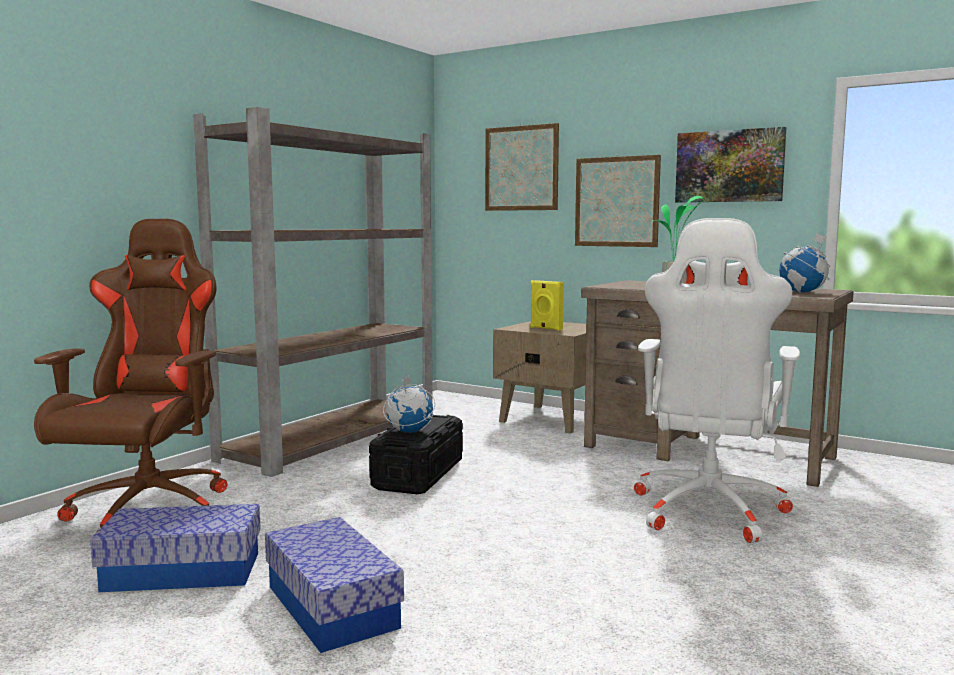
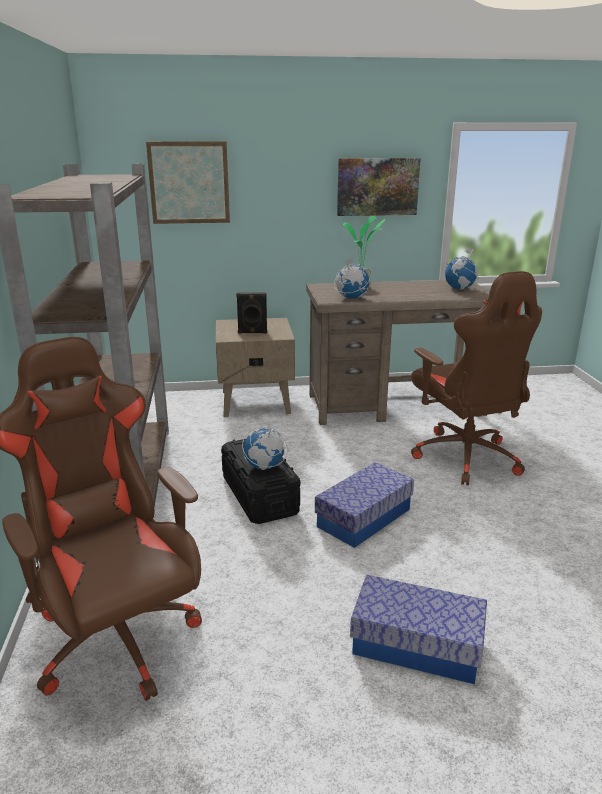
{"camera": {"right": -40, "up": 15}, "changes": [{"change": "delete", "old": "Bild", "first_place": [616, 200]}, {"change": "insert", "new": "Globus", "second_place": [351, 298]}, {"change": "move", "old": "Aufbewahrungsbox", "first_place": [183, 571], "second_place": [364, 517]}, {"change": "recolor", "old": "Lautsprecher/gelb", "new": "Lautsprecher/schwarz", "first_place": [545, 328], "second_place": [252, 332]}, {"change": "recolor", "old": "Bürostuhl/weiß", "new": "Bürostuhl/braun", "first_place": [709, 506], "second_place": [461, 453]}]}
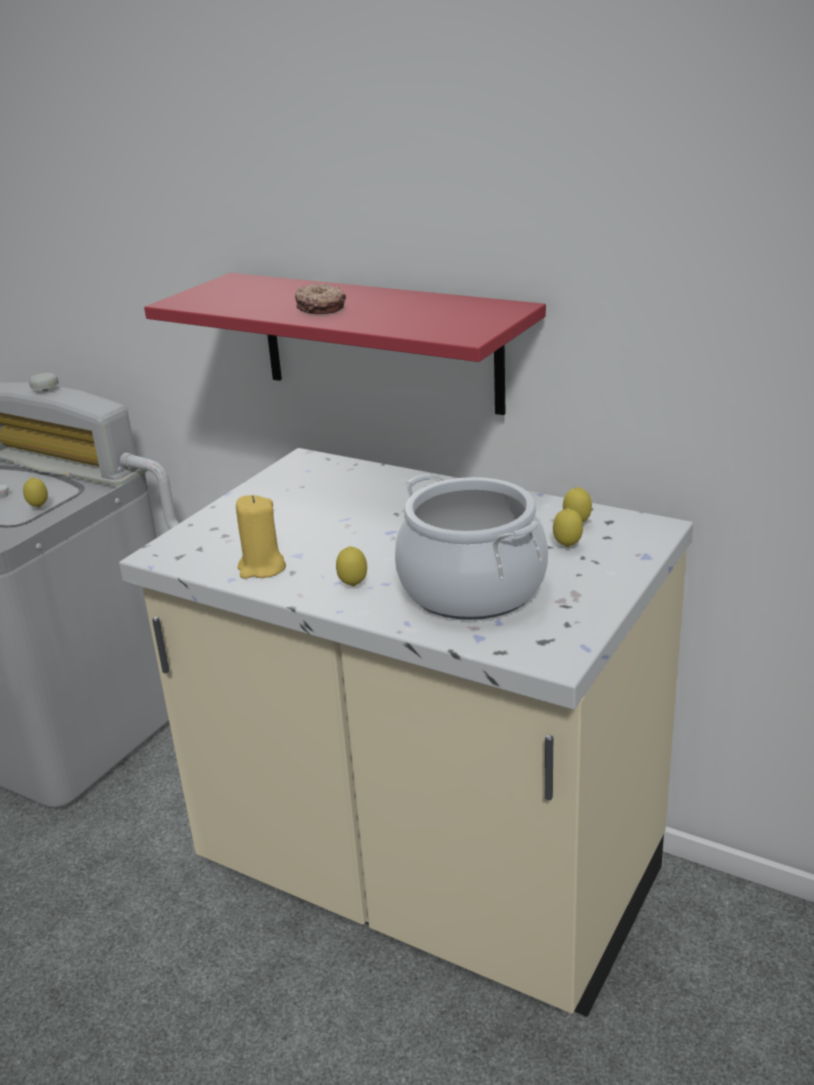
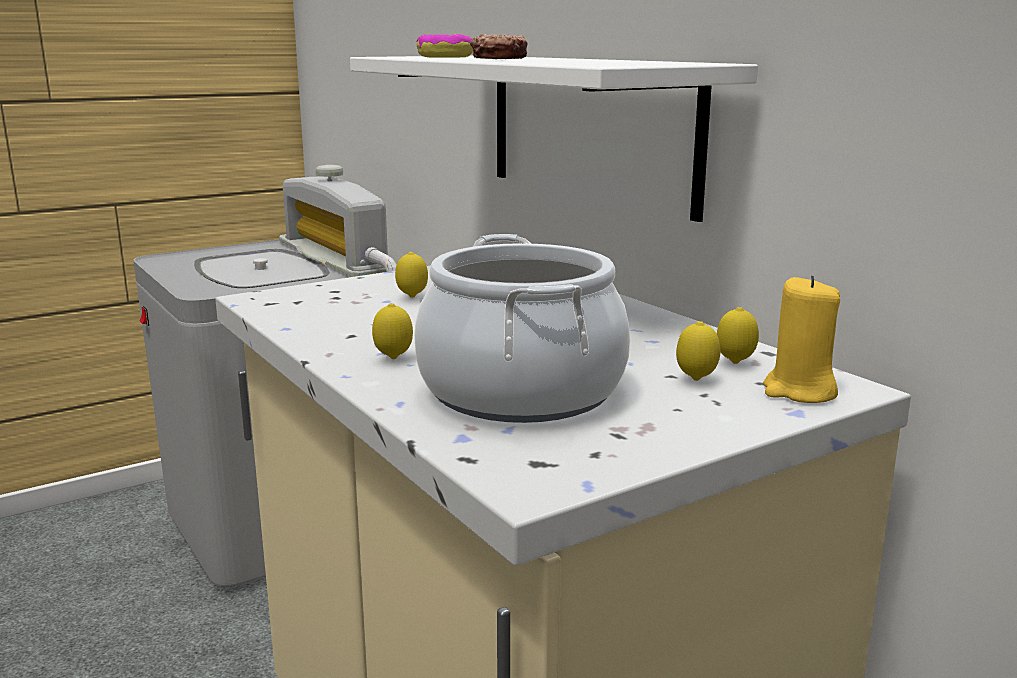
{"camera": {"right": 25, "up": -10}, "changes": [{"change": "insert", "new": "Donut", "second_place": [445, 57]}, {"change": "move", "old": "Zitrone", "first_place": [39, 507], "second_place": [412, 297]}, {"change": "move", "old": "Kerze/gelb", "first_place": [261, 568], "second_place": [799, 391]}, {"change": "recolor", "old": "Wandregal/rot", "new": "Wandregal/weiß", "first_place": [379, 342], "second_place": [589, 129]}]}
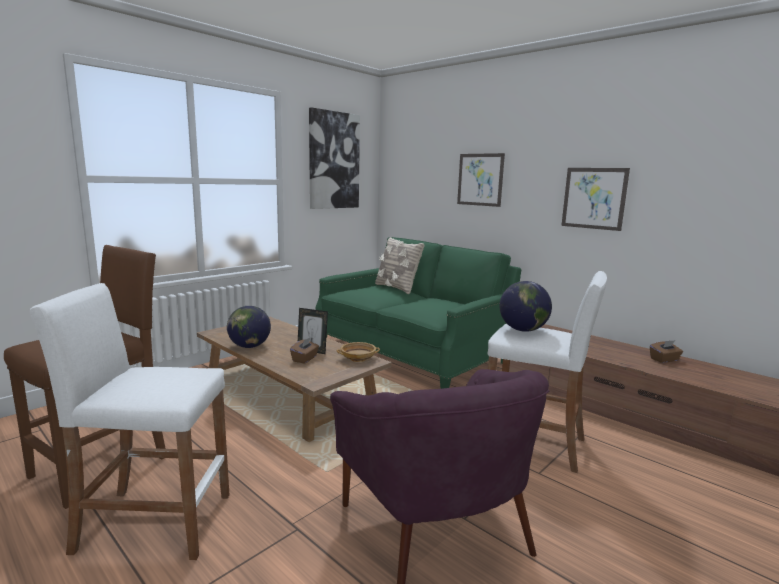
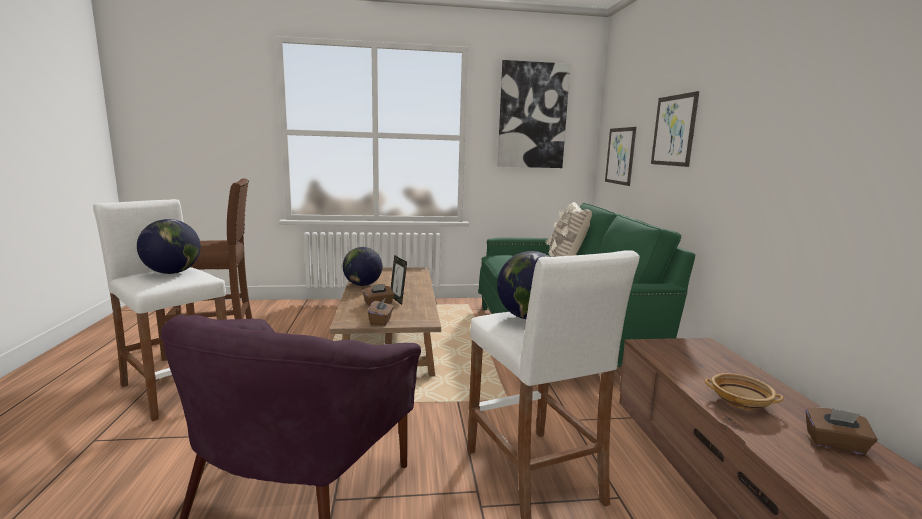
{"camera": {"right": 40, "up": 0}, "changes": [{"change": "insert", "new": "Globus", "second_place": [172, 273]}, {"change": "insert", "new": "Taschentuchbox/braun", "second_place": [381, 321]}, {"change": "move", "old": "Schüssel/beige", "first_place": [358, 358], "second_place": [740, 402]}, {"change": "move", "old": "Bild", "first_place": [594, 198], "second_place": [620, 156]}]}
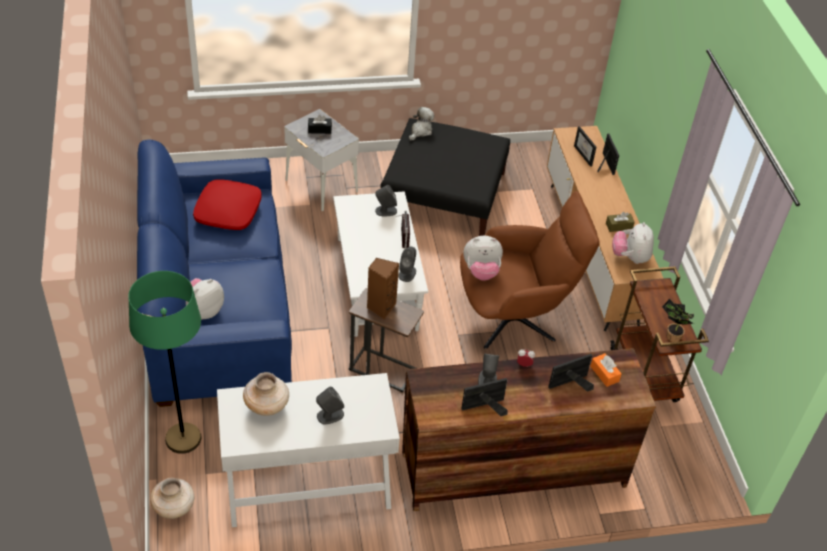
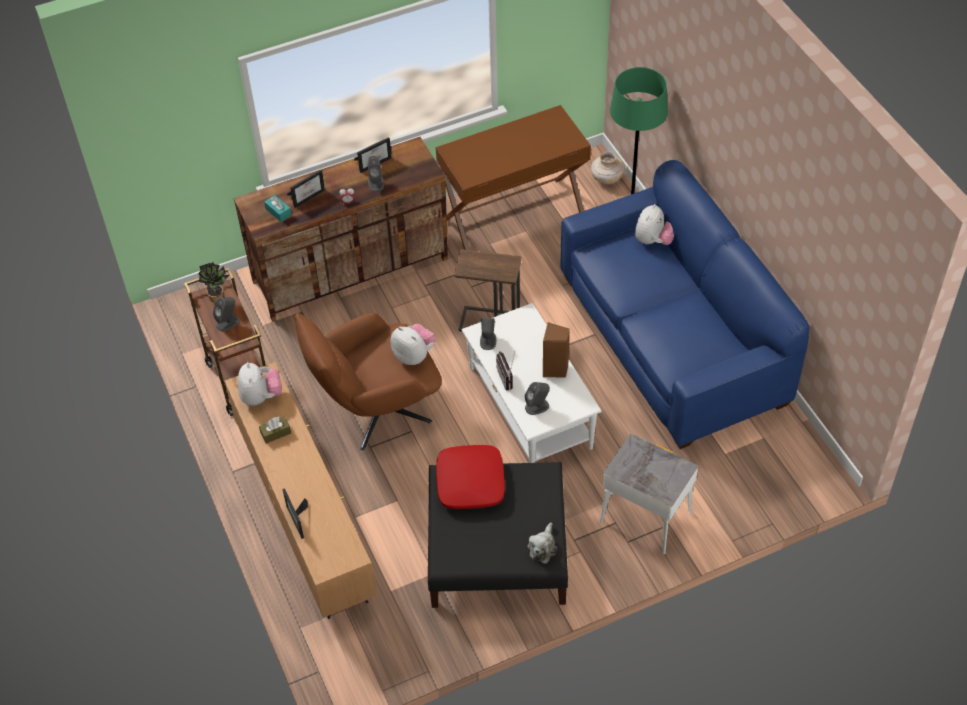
{"camera": {"right": 170, "up": 5}, "changes": [{"change": "delete", "old": "Vase/beige", "first_place": [267, 406]}, {"change": "delete", "old": "Taschentuchbox/schwarz", "first_place": [319, 129]}, {"change": "delete", "old": "Bilderrahmen", "first_place": [586, 155]}, {"change": "move", "old": "Kissen/rot", "first_place": [228, 211], "second_place": [471, 483]}, {"change": "move", "old": "Lautsprecher/grau", "first_place": [330, 415], "second_place": [228, 322]}, {"change": "move", "old": "Lautsprecher/braun", "first_place": [380, 307], "second_place": [555, 370]}, {"change": "recolor", "old": "Konsolentisch/weiß", "new": "Konsolentisch/braun", "first_place": [308, 485], "second_place": [513, 217]}, {"change": "recolor", "old": "Taschentuchbox/orange", "new": "Taschentuchbox/türkis", "first_place": [604, 373], "second_place": [278, 212]}, {"change": "rotate", "old": "Plüschtier", "first_place": [481, 271], "second_place": [414, 355], "degrees": 60}]}
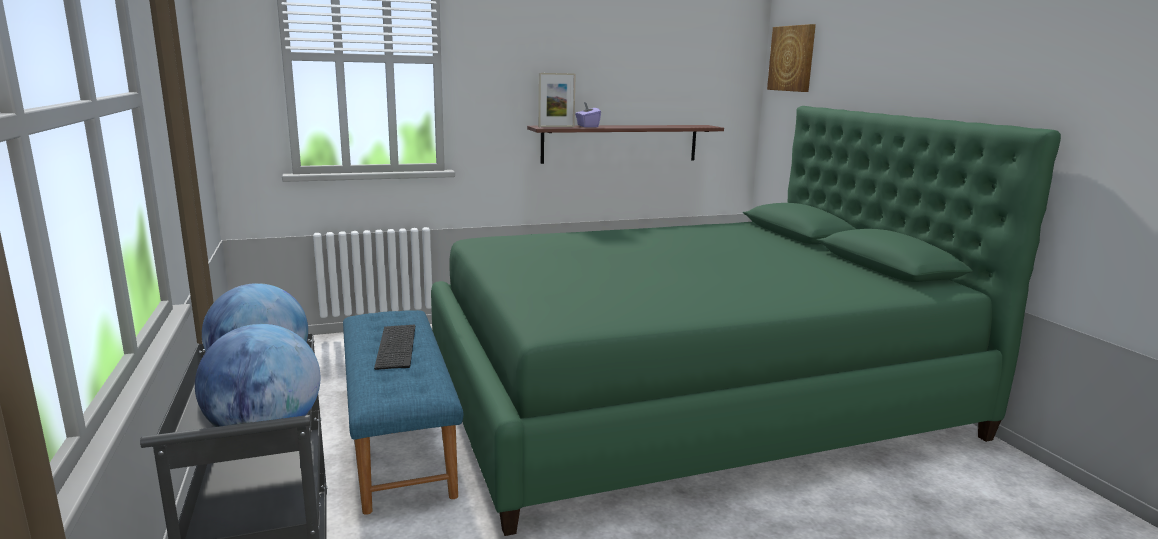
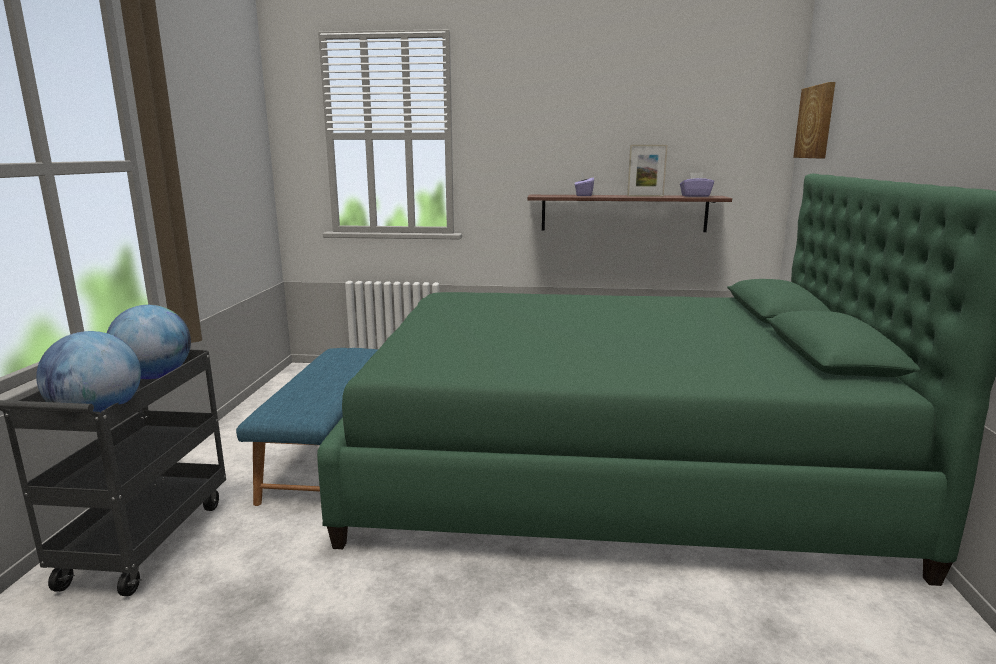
{"camera": {"right": 25, "up": 0}, "changes": [{"change": "delete", "old": "Tastatur", "first_place": [398, 347]}, {"change": "insert", "new": "Taschentuchbox/lila", "second_place": [695, 196]}, {"change": "move", "old": "Bilderrahmen", "first_place": [556, 126], "second_place": [645, 196]}]}
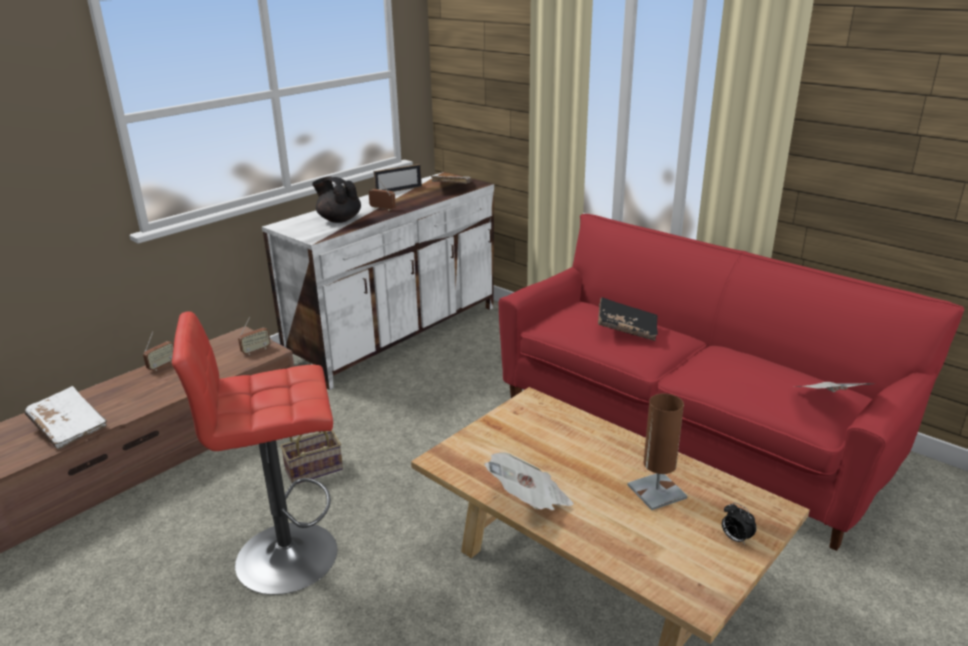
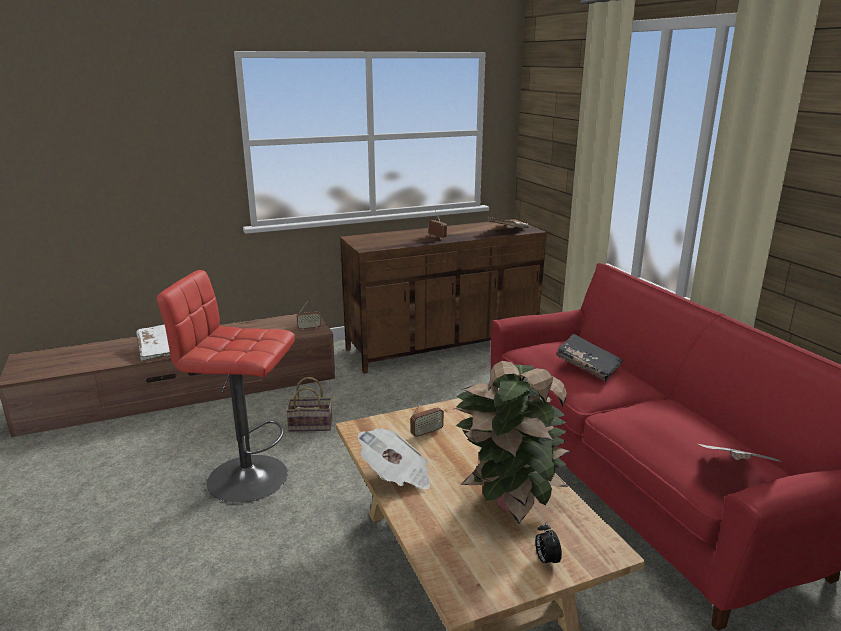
{"camera": {"right": 25, "up": -5}, "changes": [{"change": "delete", "old": "Teekanne/schwarz", "first_place": [339, 220]}, {"change": "delete", "old": "Bilderrahmen", "first_place": [398, 190]}, {"change": "move", "old": "Radio", "first_place": [162, 365], "second_place": [426, 433]}, {"change": "replace", "old": "Tischlampe/braun", "new": "Topfpflanze", "first_place": [656, 491], "second_place": [509, 501]}, {"change": "recolor", "old": "Schrank/weiß", "new": "Schrank/braun", "first_place": [398, 334], "second_place": [444, 346]}]}
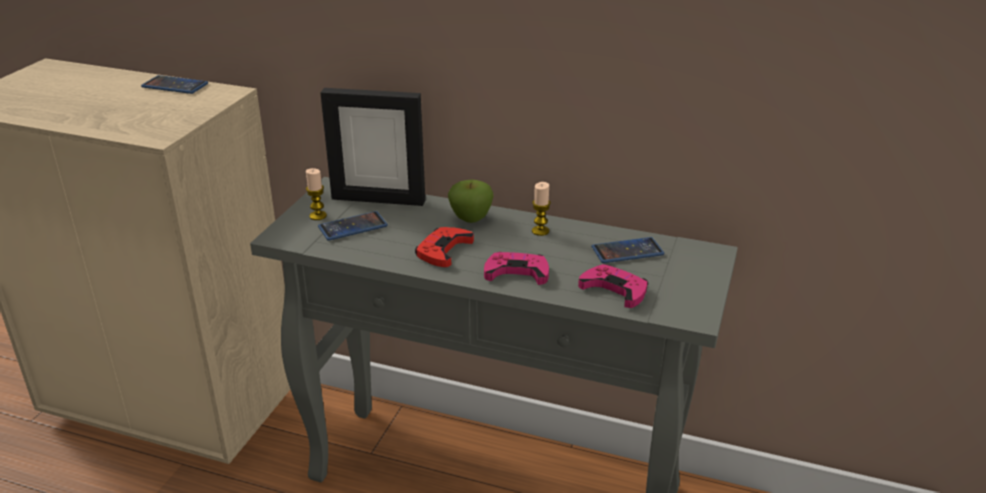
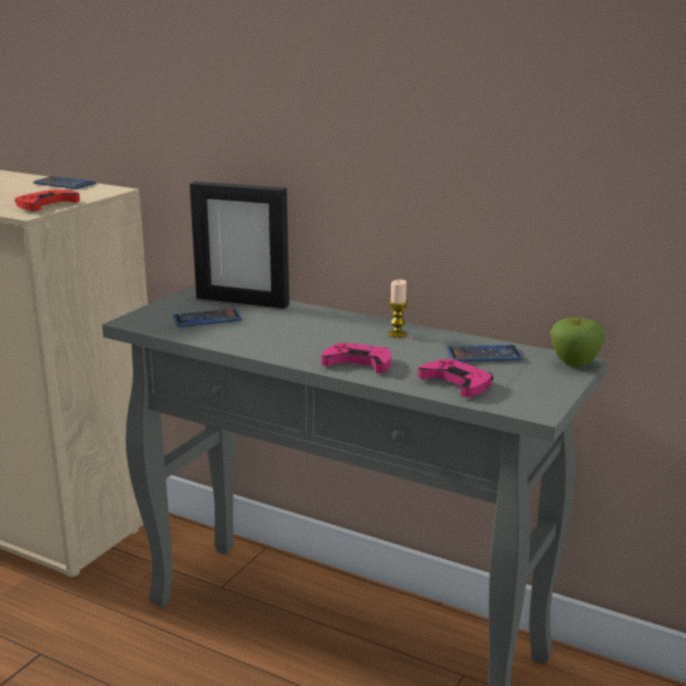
{"camera": {"right": 10, "up": -10}, "changes": [{"change": "delete", "old": "Kerze", "first_place": [318, 216]}, {"change": "move", "old": "Gamepad/rot", "first_place": [443, 250], "second_place": [46, 205]}, {"change": "move", "old": "Apfel", "first_place": [471, 218], "second_place": [574, 363]}]}
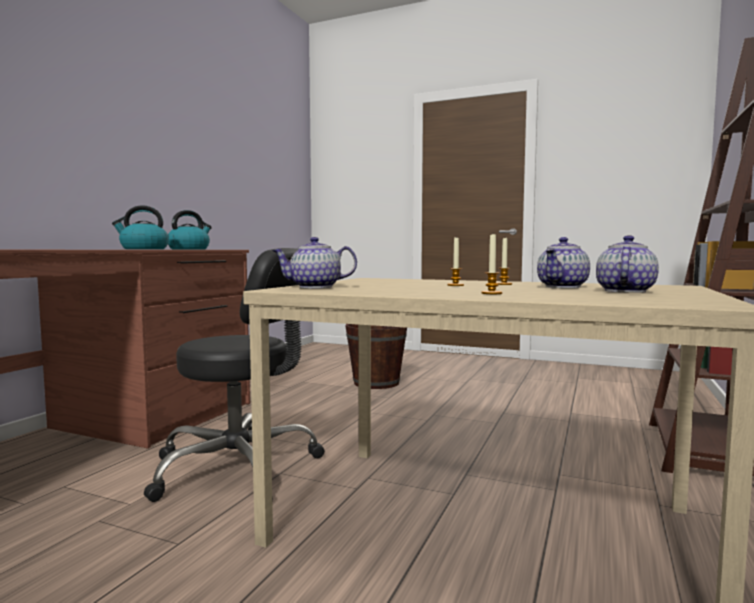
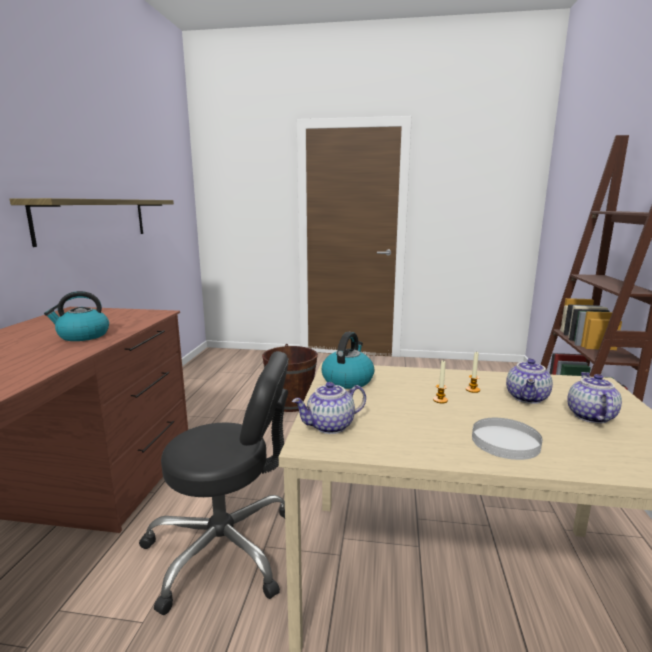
{"camera": {"right": -15, "up": 10}, "changes": [{"change": "insert", "new": "Wandregal", "second_place": [94, 219]}, {"change": "move", "old": "Wasserkessel", "first_place": [189, 249], "second_place": [347, 380]}, {"change": "replace", "old": "Kerze", "new": "Teller/weiß", "first_place": [491, 293], "second_place": [506, 441]}]}
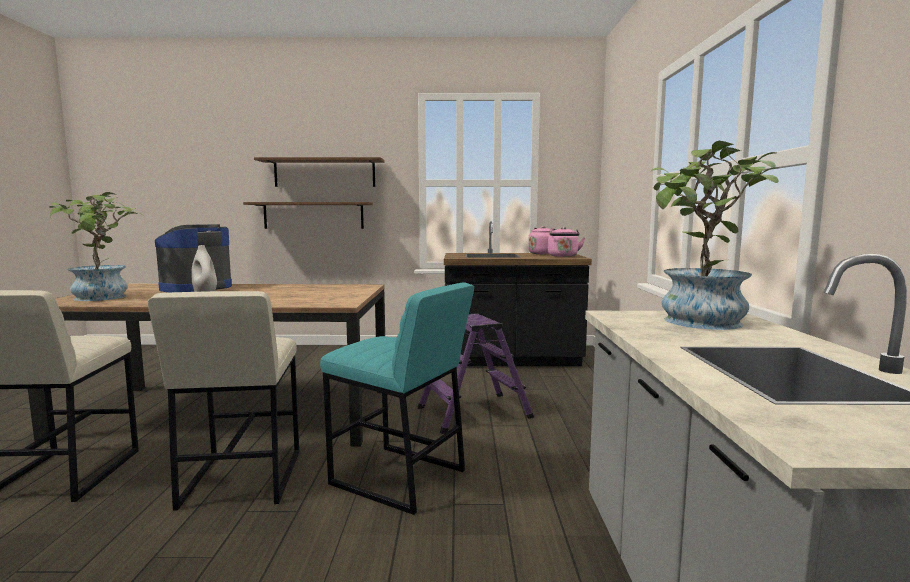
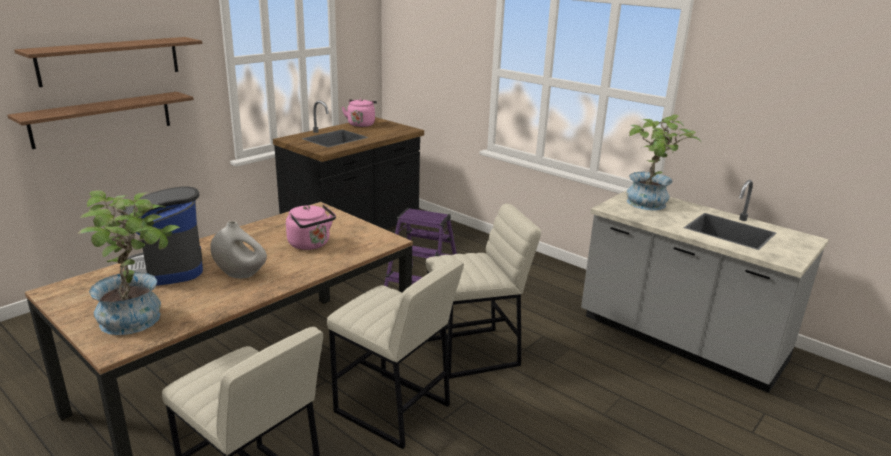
{"camera": {"right": -50, "up": 15}, "changes": [{"change": "move", "old": "Wasserkessel/rosa", "first_place": [563, 256], "second_place": [311, 244]}, {"change": "recolor", "old": "Stuhl/türkis", "new": "Stuhl/beige", "first_place": [401, 478], "second_place": [474, 352]}]}
